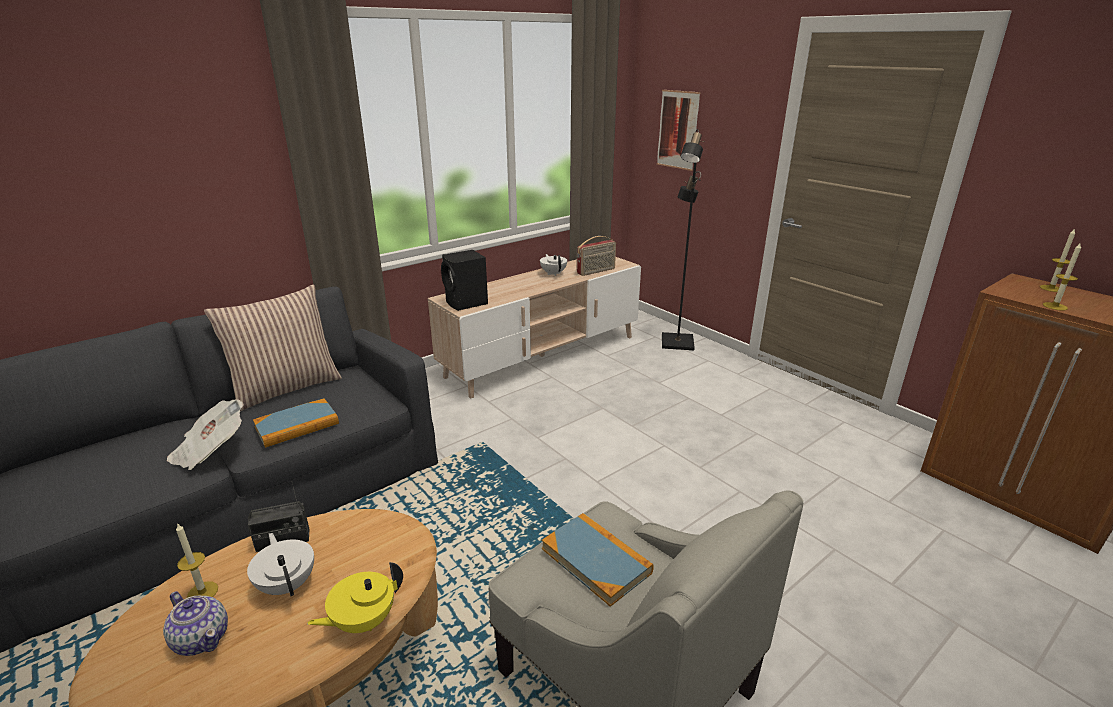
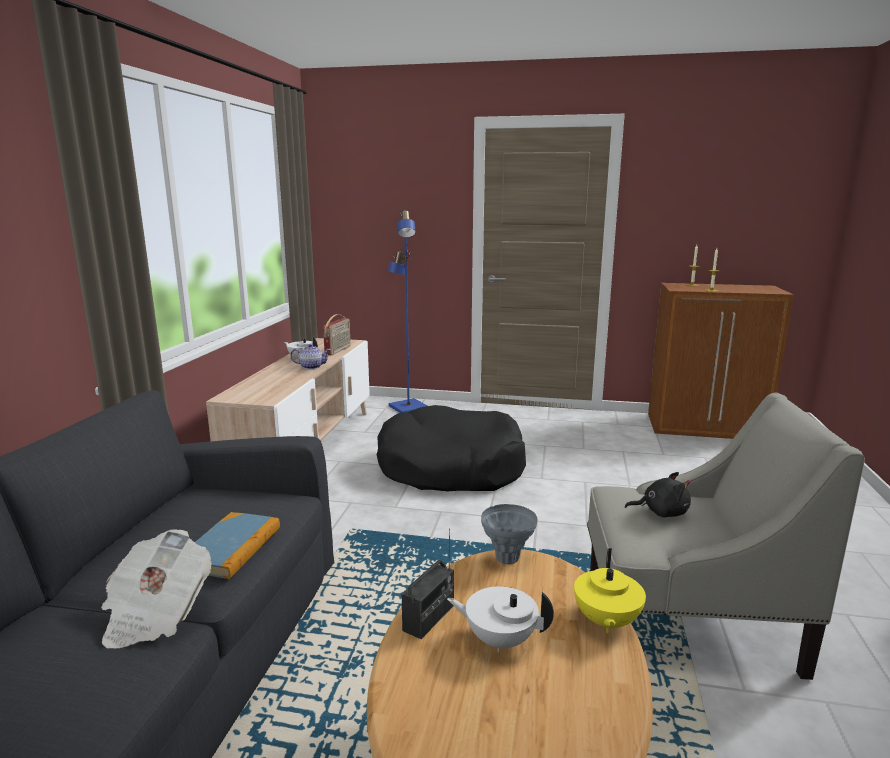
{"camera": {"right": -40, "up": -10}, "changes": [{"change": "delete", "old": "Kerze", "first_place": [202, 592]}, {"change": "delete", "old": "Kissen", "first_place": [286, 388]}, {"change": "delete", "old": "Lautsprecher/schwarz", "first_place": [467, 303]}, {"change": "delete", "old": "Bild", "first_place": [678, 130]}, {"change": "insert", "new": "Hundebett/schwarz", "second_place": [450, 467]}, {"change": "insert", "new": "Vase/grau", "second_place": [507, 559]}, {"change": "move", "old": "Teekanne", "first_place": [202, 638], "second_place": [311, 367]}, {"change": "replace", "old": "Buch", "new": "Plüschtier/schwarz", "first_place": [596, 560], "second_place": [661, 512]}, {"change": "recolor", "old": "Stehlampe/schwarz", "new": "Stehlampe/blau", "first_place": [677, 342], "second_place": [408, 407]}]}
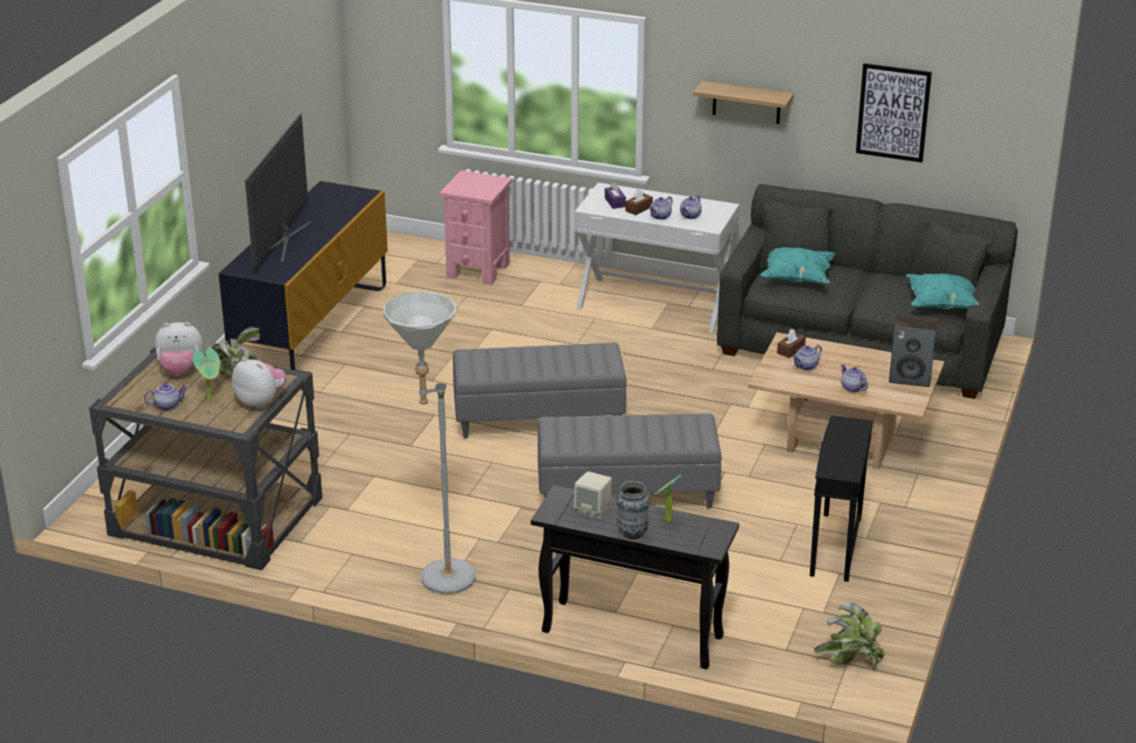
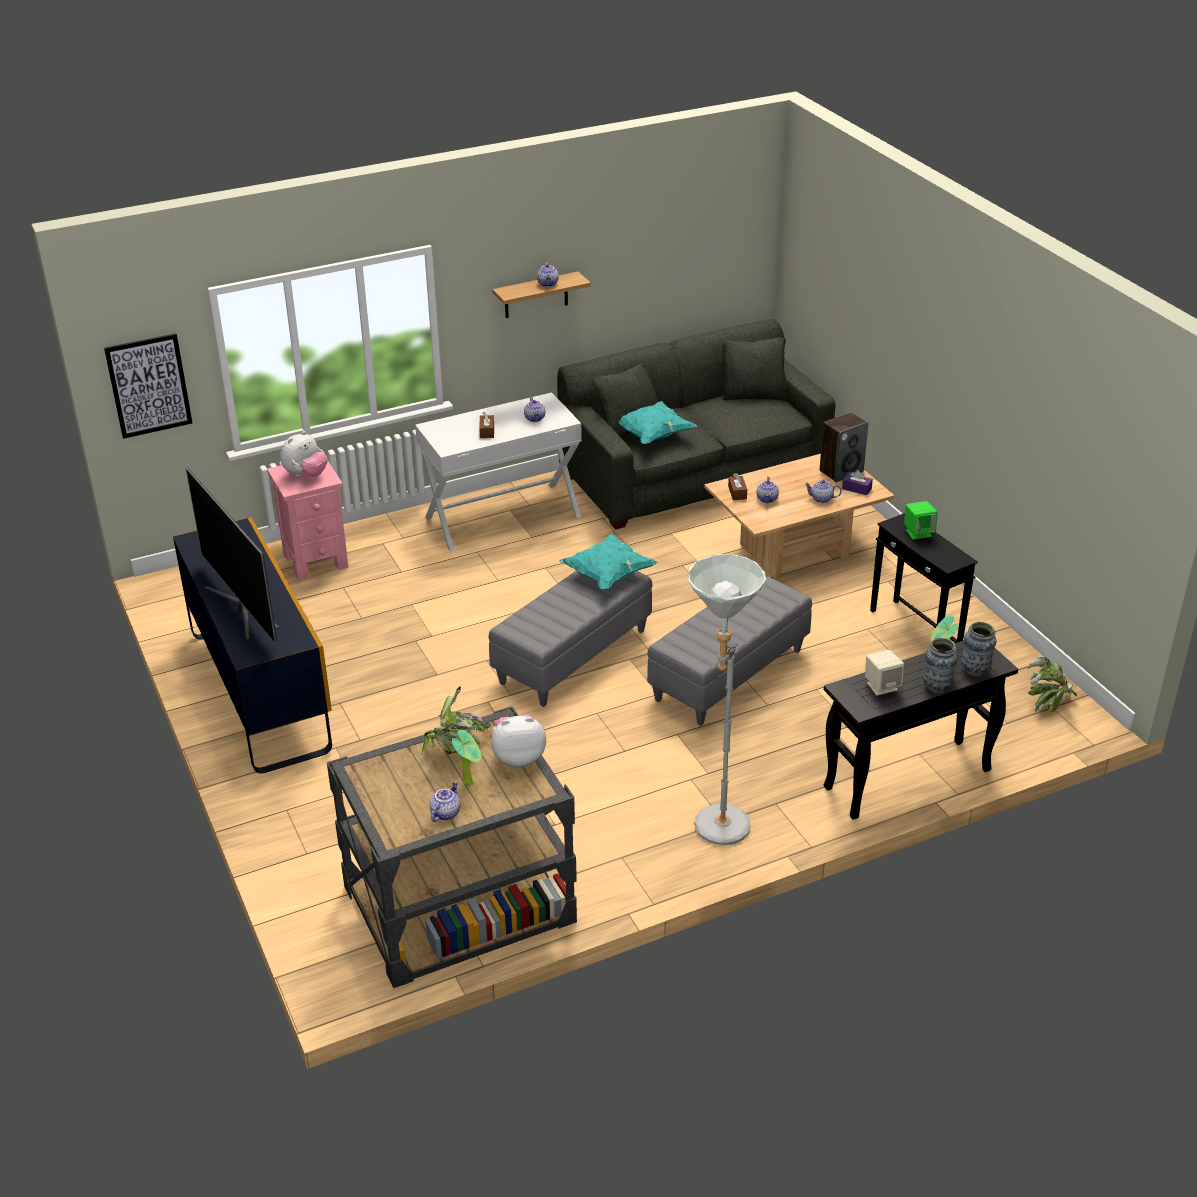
{"camera": {"right": -45, "up": 5}, "changes": [{"change": "insert", "new": "Lautsprecher/grün", "second_place": [918, 533]}, {"change": "insert", "new": "Vase", "second_place": [975, 670]}, {"change": "move", "old": "Plüschtier", "first_place": [180, 370], "second_place": [306, 475]}, {"change": "move", "old": "Taschentuchbox/lila", "first_place": [615, 202], "second_place": [856, 489]}, {"change": "move", "old": "Teekanne", "first_place": [661, 216], "second_place": [548, 284]}, {"change": "move", "old": "Bild", "first_place": [893, 112], "second_place": [149, 385]}, {"change": "move", "old": "Kissen/türkis", "first_place": [942, 305], "second_place": [608, 575]}]}
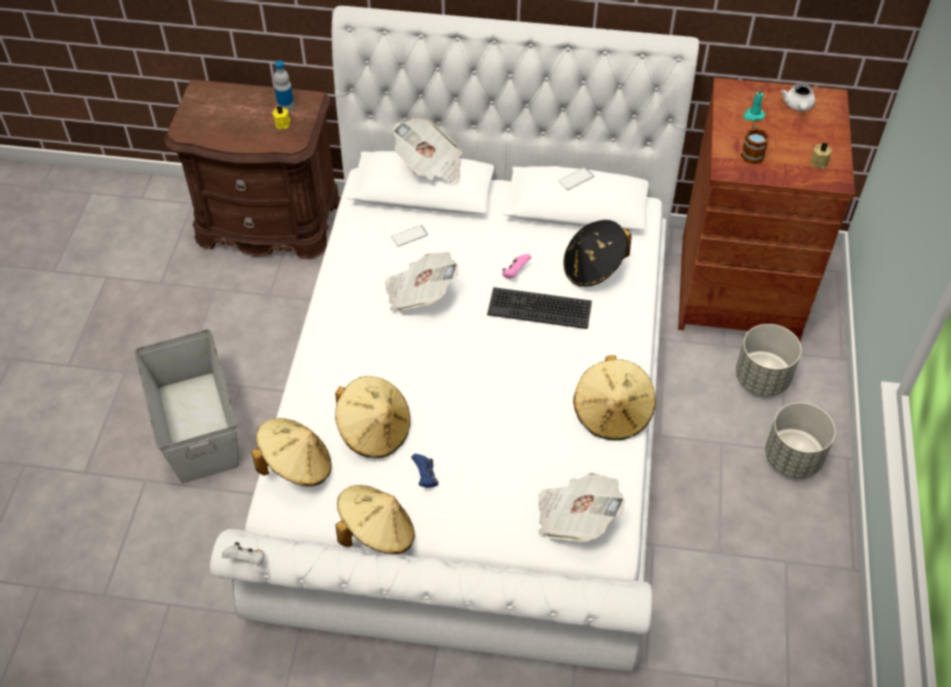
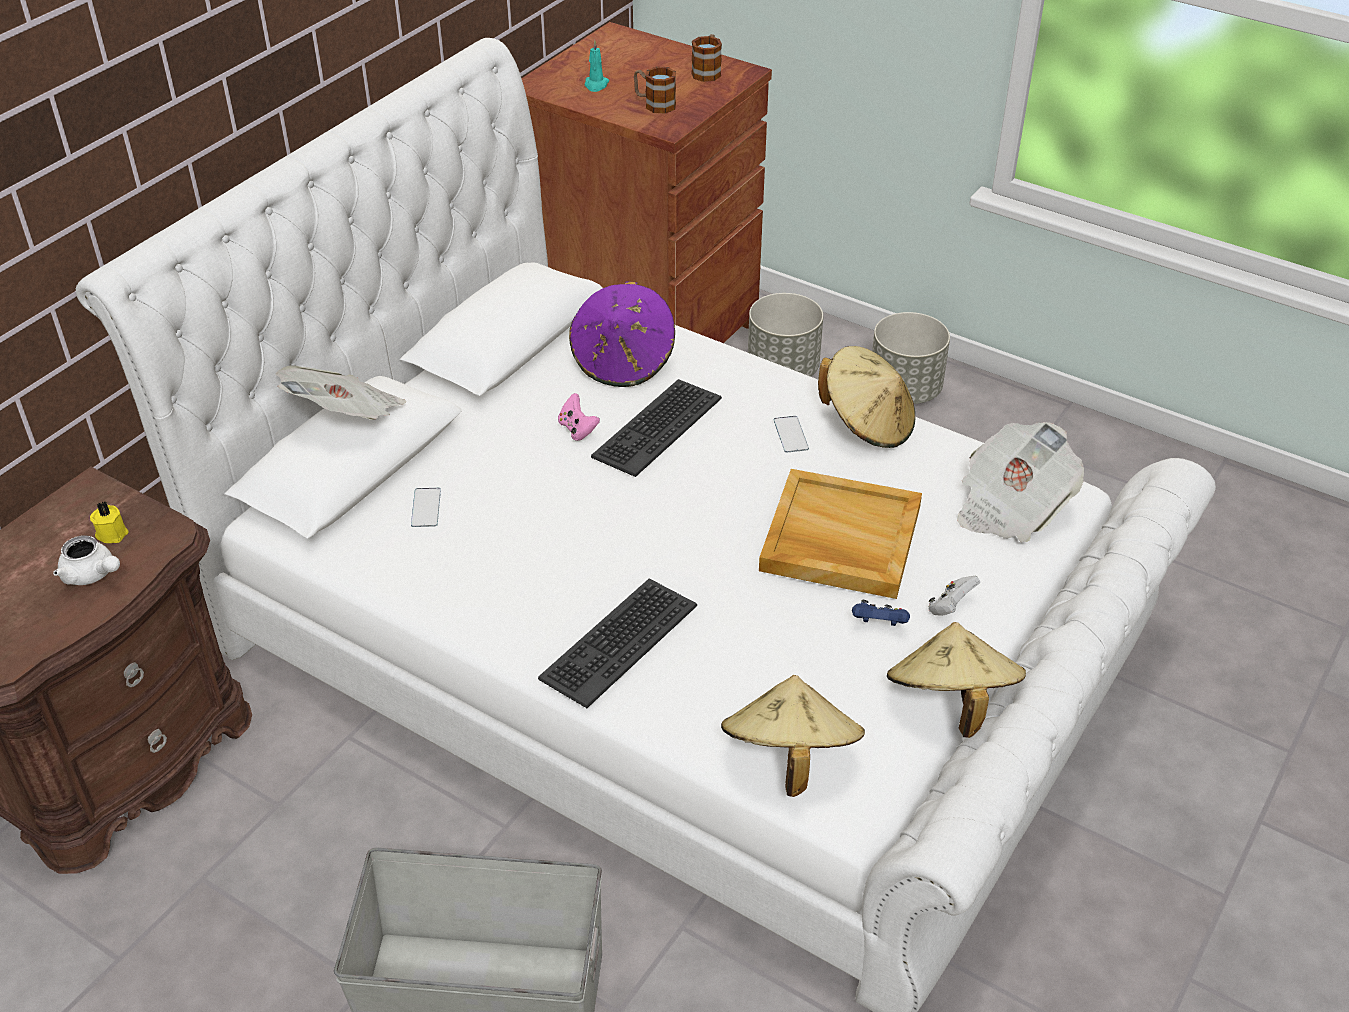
{"camera": {"right": -65, "up": -10}, "changes": [{"change": "delete", "old": "Flasche", "first_place": [286, 106]}, {"change": "delete", "old": "Hut/beige", "first_place": [374, 431]}, {"change": "delete", "old": "Zeitung", "first_place": [420, 294]}, {"change": "insert", "new": "Tastatur", "second_place": [618, 641]}, {"change": "insert", "new": "Tablett/beige", "second_place": [839, 539]}, {"change": "move", "old": "Gamepad/weiß", "first_place": [247, 560], "second_place": [950, 607]}, {"change": "move", "old": "Handy", "first_place": [576, 179], "second_place": [790, 434]}, {"change": "move", "old": "Teekanne/weiß", "first_place": [797, 106], "second_place": [92, 575]}, {"change": "replace", "old": "Kerze/beige", "new": "Henkelbecher", "first_place": [820, 162], "second_place": [707, 71]}, {"change": "recolor", "old": "Hut/schwarz", "new": "Hut/lila", "first_place": [593, 268], "second_place": [623, 361]}]}
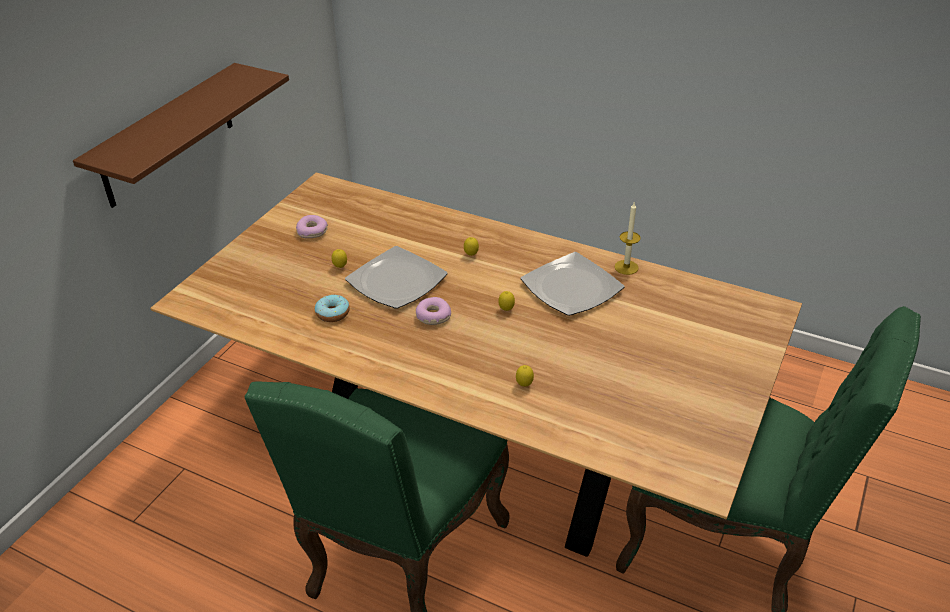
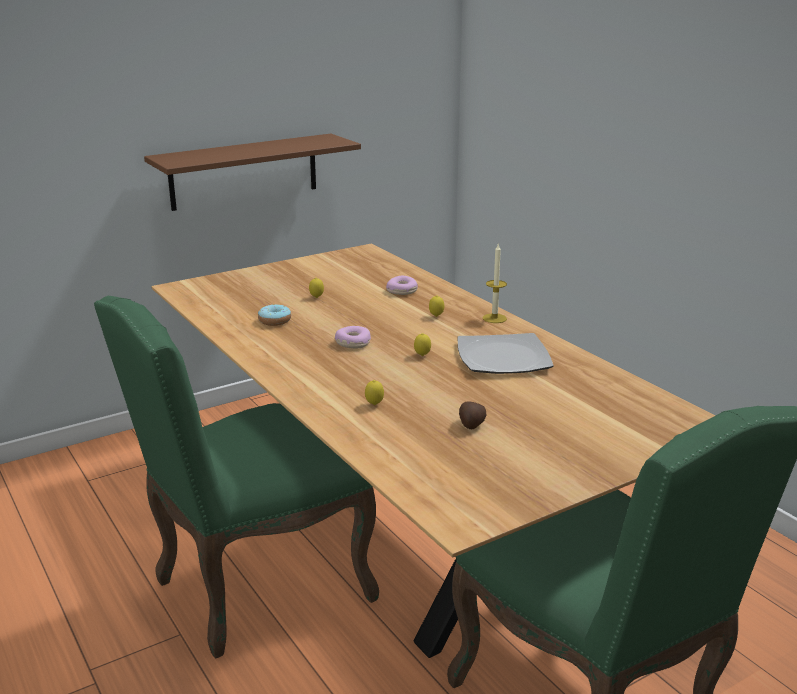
{"camera": {"right": 30, "up": -15}, "changes": [{"change": "delete", "old": "Teller", "first_place": [396, 280]}, {"change": "insert", "new": "Kartoffel", "second_place": [471, 425]}, {"change": "move", "old": "Donut", "first_place": [312, 231], "second_place": [402, 291]}, {"change": "move", "old": "Kerze", "first_place": [626, 267], "second_place": [494, 318]}]}
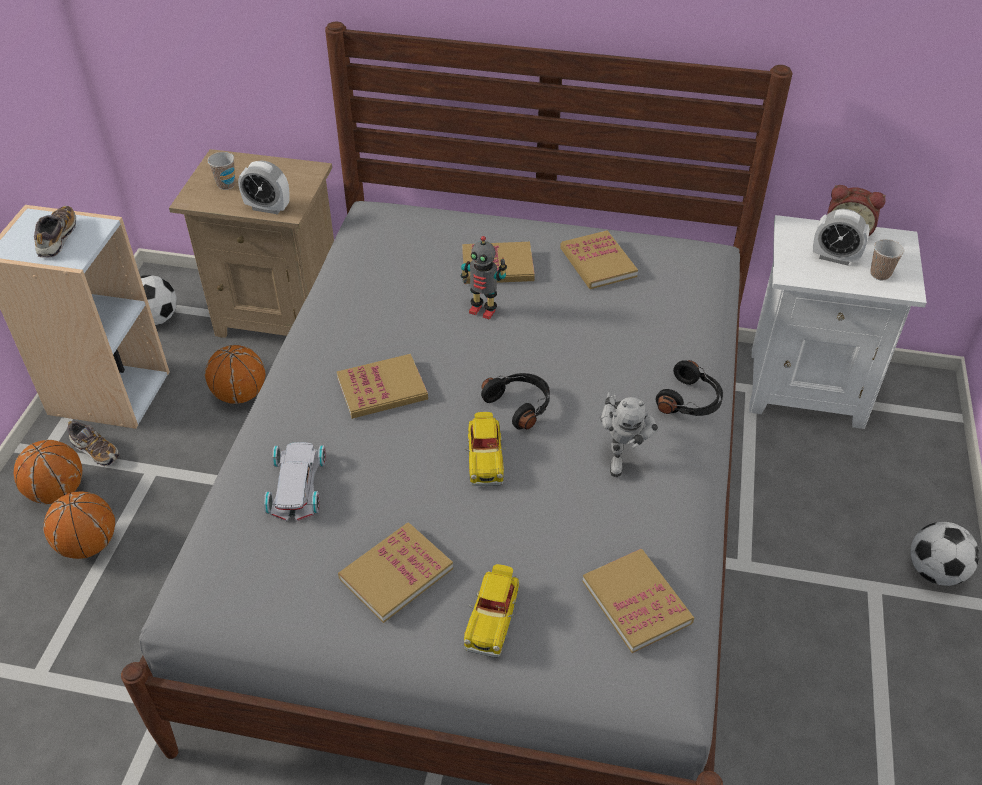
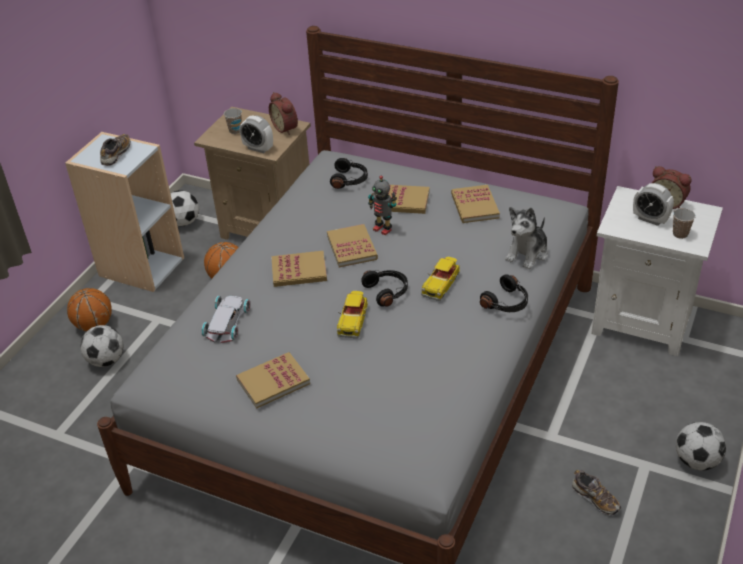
{"camera": {"right": 15, "up": -5}, "changes": [{"change": "delete", "old": "Spielzeugroboter", "first_place": [621, 455]}, {"change": "insert", "new": "Wecker", "second_place": [286, 128]}, {"change": "insert", "new": "Kopfhörer/schwarz", "second_place": [350, 180]}, {"change": "insert", "new": "Plüschtier", "second_place": [527, 253]}, {"change": "move", "old": "Schuh", "first_place": [96, 451], "second_place": [595, 498]}, {"change": "move", "old": "Spielzeugauto", "first_place": [492, 617], "second_place": [441, 284]}, {"change": "move", "old": "Buch", "first_place": [636, 602], "second_place": [352, 247]}, {"change": "replace", "old": "Basketball", "new": "Fußball", "first_place": [89, 544], "second_place": [106, 360]}]}
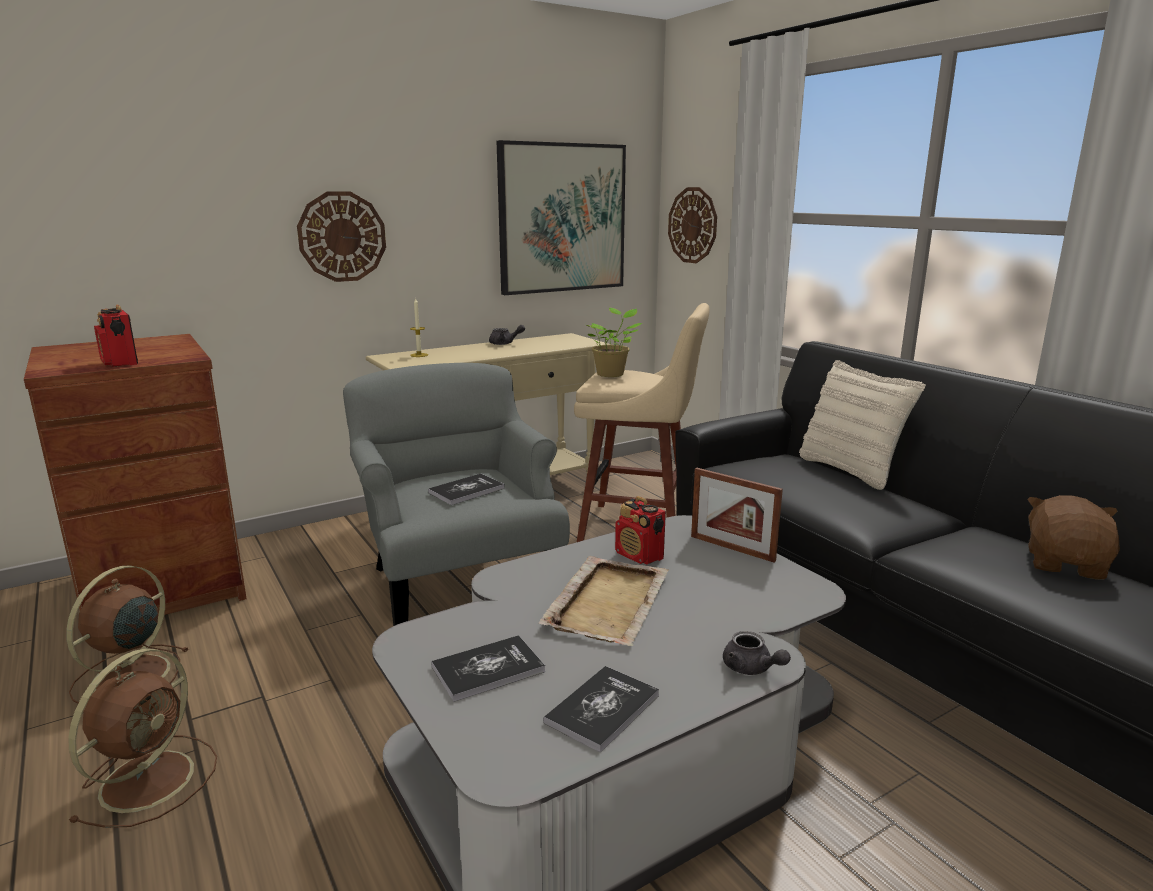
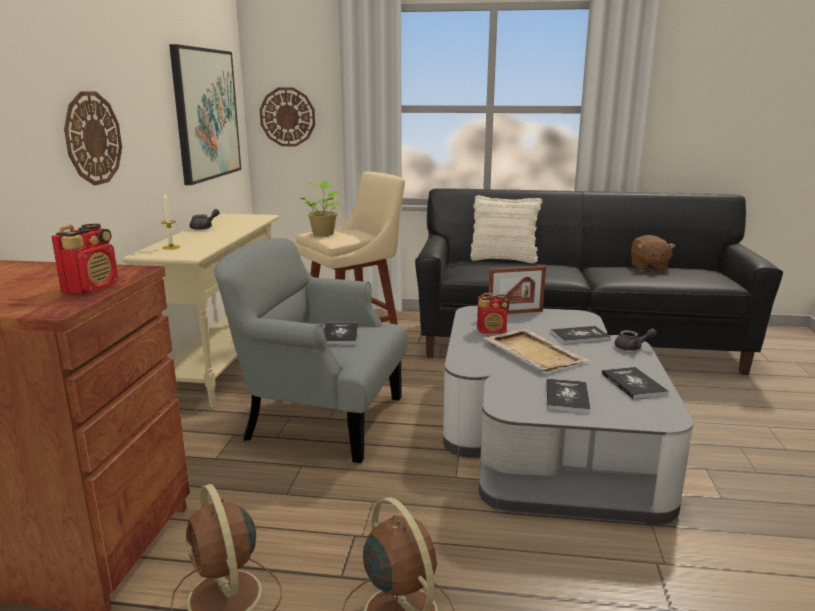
{"camera": {"right": -50, "up": 0}, "changes": [{"change": "insert", "new": "Buch", "second_place": [580, 336]}, {"change": "rotate", "old": "Radio", "first_place": [120, 363], "second_place": [91, 288], "degrees": -75}, {"change": "rotate", "old": "Plüschtier/braun", "first_place": [1066, 565], "second_place": [648, 268], "degrees": -150}]}
